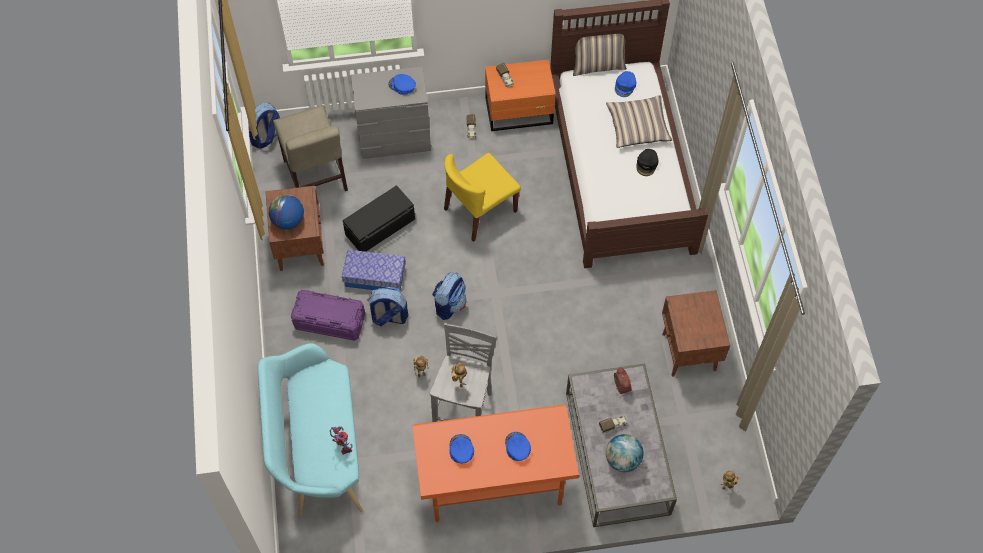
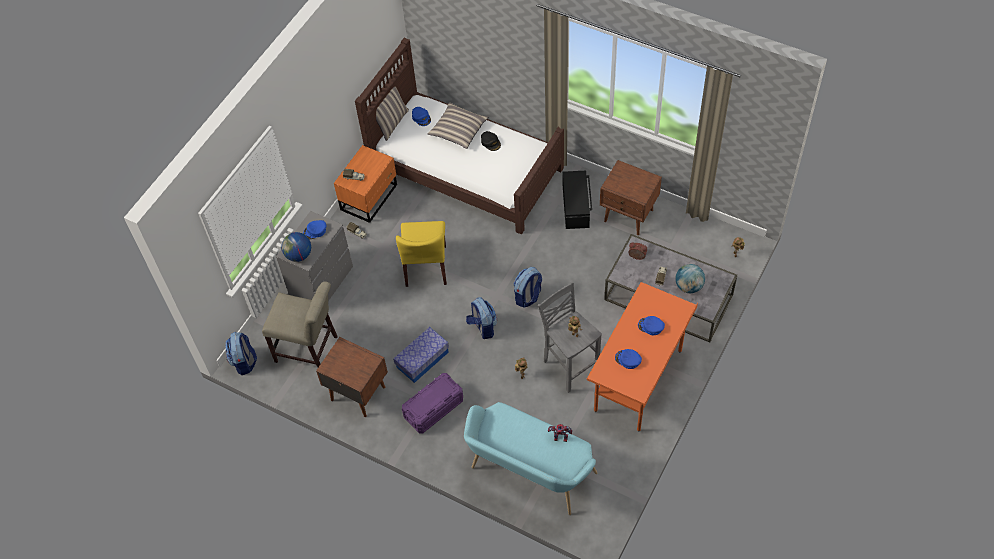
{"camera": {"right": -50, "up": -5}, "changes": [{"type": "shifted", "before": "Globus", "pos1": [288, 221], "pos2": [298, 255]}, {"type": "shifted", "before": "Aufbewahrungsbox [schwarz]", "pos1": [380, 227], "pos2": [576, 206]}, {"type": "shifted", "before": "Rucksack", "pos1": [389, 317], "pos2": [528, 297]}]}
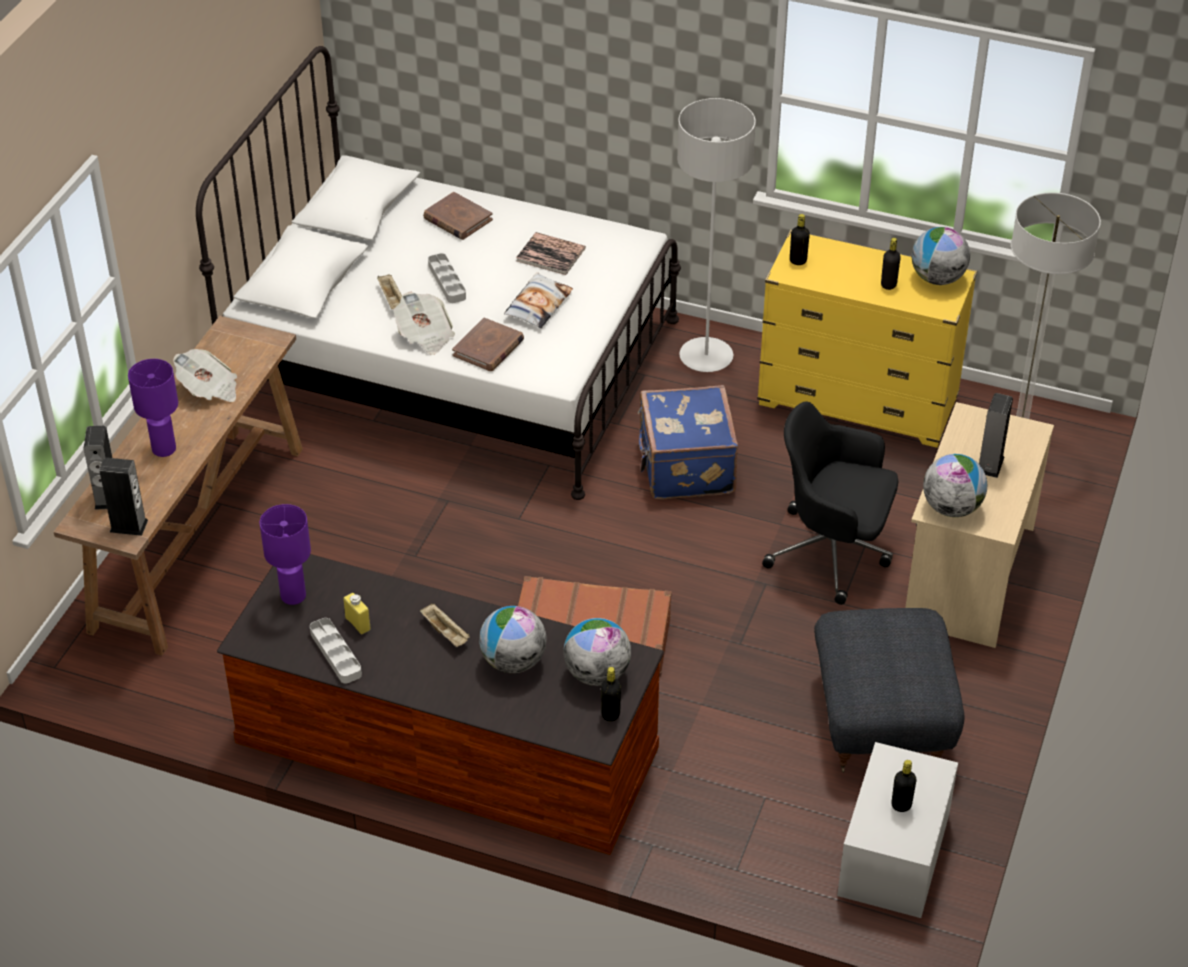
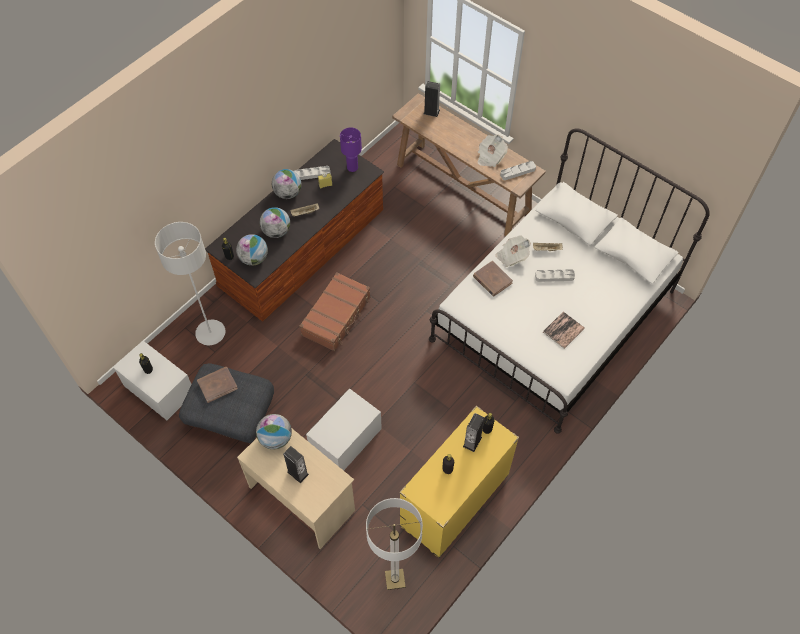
{"camera": {"right": 110, "up": 15}, "changes": [{"type": "shifted", "before": "Lautsprecher", "pos1": [128, 526], "pos2": [472, 441]}, {"type": "gone", "before": "Tischlampe [lila]", "pos1": [164, 449]}, {"type": "shifted", "before": "Buch [braun]", "pos1": [457, 219], "pos2": [217, 385]}, {"type": "gone", "before": "Kissen", "pos1": [538, 305]}, {"type": "gone", "before": "Koffer [blau]", "pos1": [684, 467]}, {"type": "shifted", "before": "Stehlampe [grau]", "pos1": [706, 357], "pos2": [210, 333]}, {"type": "swapped", "before": "Bürostuhl [schwarz]", "after": "Aufbewahrungsbox [weiß]", "pos1": [832, 552], "pos2": [346, 439]}, {"type": "shifted", "before": "Globus", "pos1": [937, 278], "pos2": [288, 193]}, {"type": "new", "after": "Tablett [grau]", "pos2": [517, 172]}]}
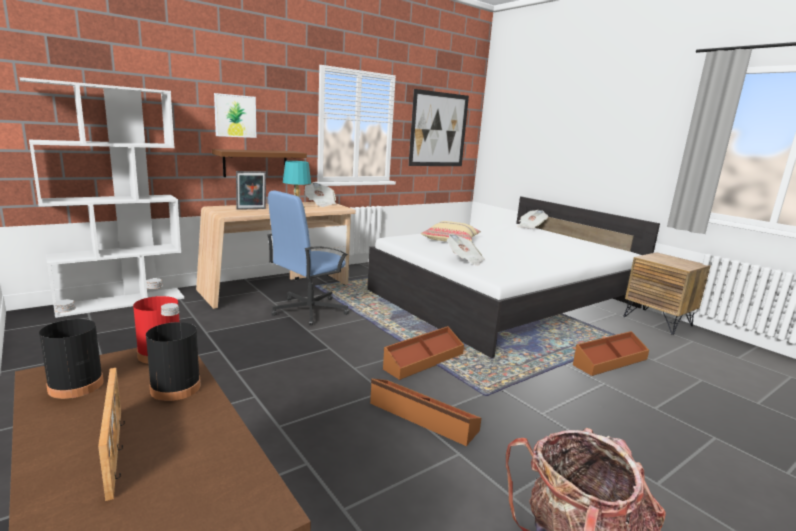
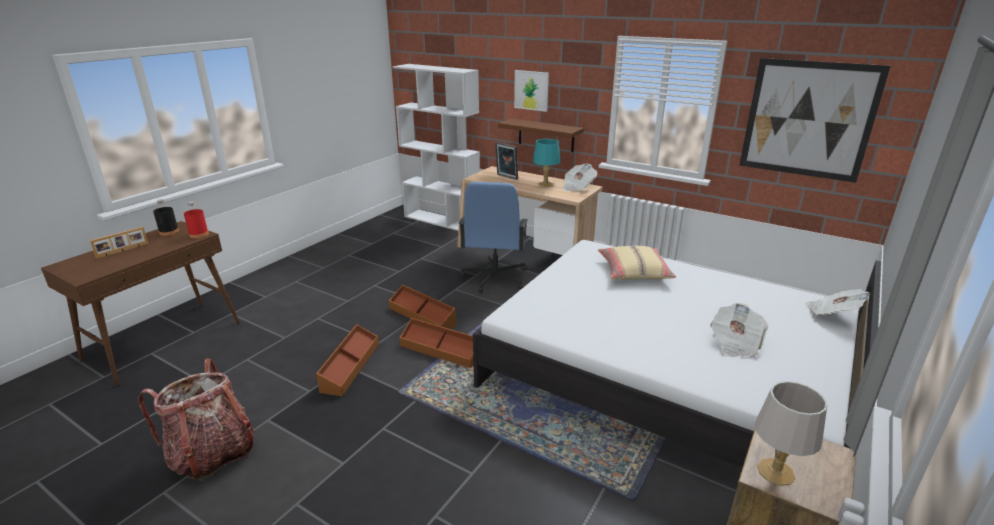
{"camera": {"right": 70, "up": 10}, "changes": [{"type": "gone", "before": "Flasche [schwarz]", "pos1": [175, 388]}, {"type": "rotated", "before": "Bürostuhl [blau]", "pos1": [308, 310], "pos2": [494, 278], "turn": -105}, {"type": "shifted", "before": "Zeitung", "pos1": [464, 260], "pos2": [735, 343]}, {"type": "shifted", "before": "Aufbewahrungsbox [braun]", "pos1": [609, 361], "pos2": [422, 316]}, {"type": "new", "after": "Tischlampe [grau]", "pos2": [776, 472]}]}
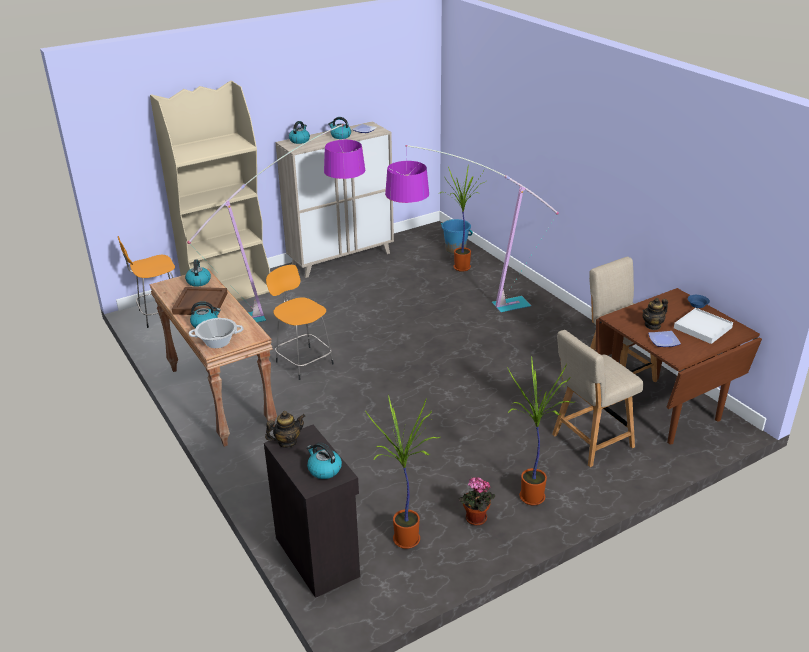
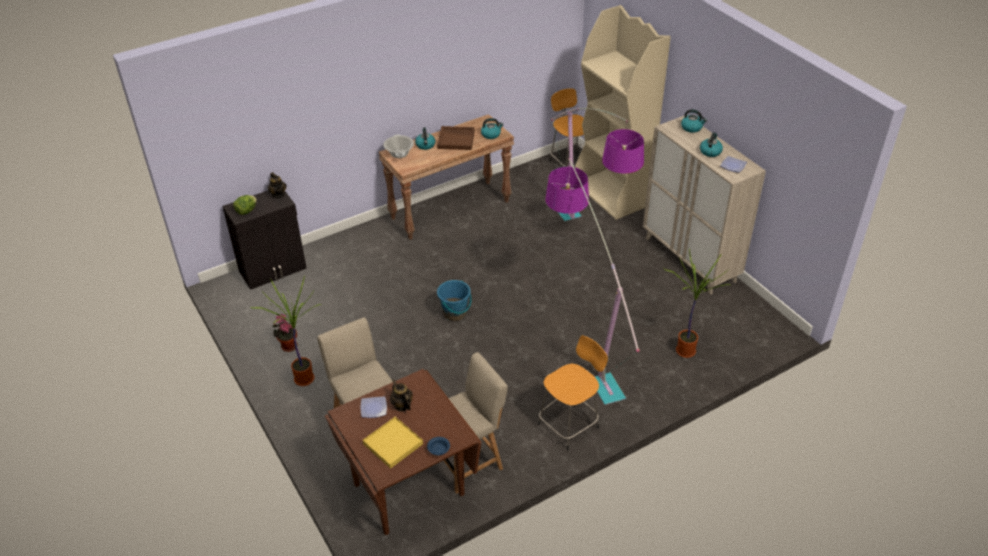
{"camera": {"right": 90, "up": 10}, "changes": [{"type": "shifted", "before": "Hocker [orange]", "pos1": [303, 362], "pos2": [570, 424]}, {"type": "swapped", "before": "Wasserkessel", "after": "Salatkopf", "pos1": [324, 469], "pos2": [246, 211]}, {"type": "gone", "before": "Topfpflanze", "pos1": [407, 541]}, {"type": "shifted", "before": "Eimer [blau]", "pos1": [455, 249], "pos2": [455, 313]}, {"type": "repainted", "before": "Tablett [weiß]", "after": "Tablett [gelb]", "pos1": [703, 328], "pos2": [393, 444]}]}
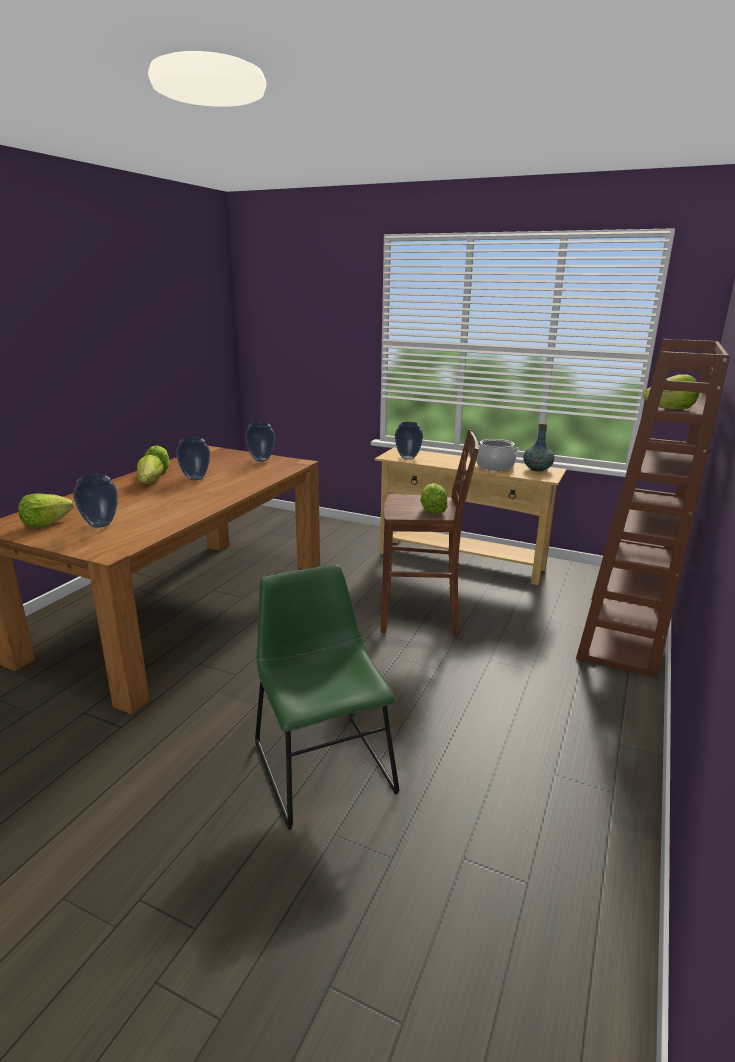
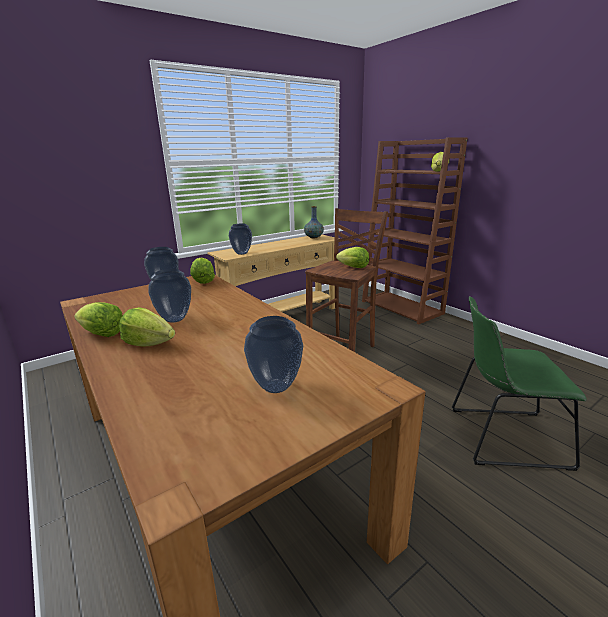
{"camera": {"right": -60, "up": 0}, "changes": [{"type": "shifted", "before": "Salatkopf", "pos1": [46, 523], "pos2": [203, 281]}, {"type": "gone", "before": "Kochtopf", "pos1": [494, 466]}]}
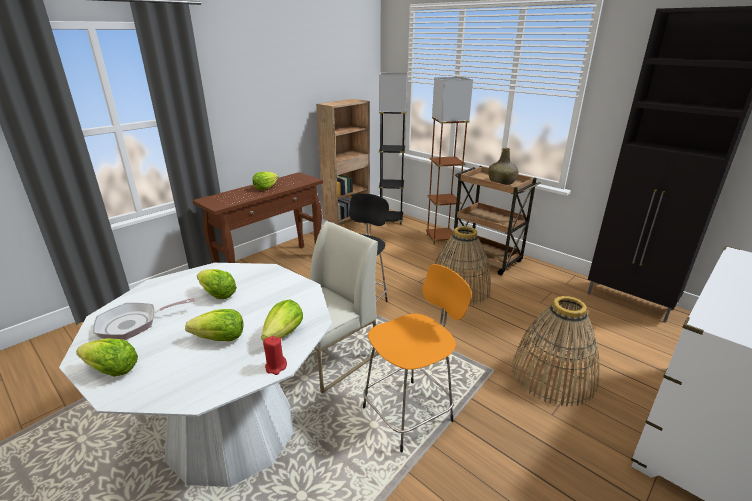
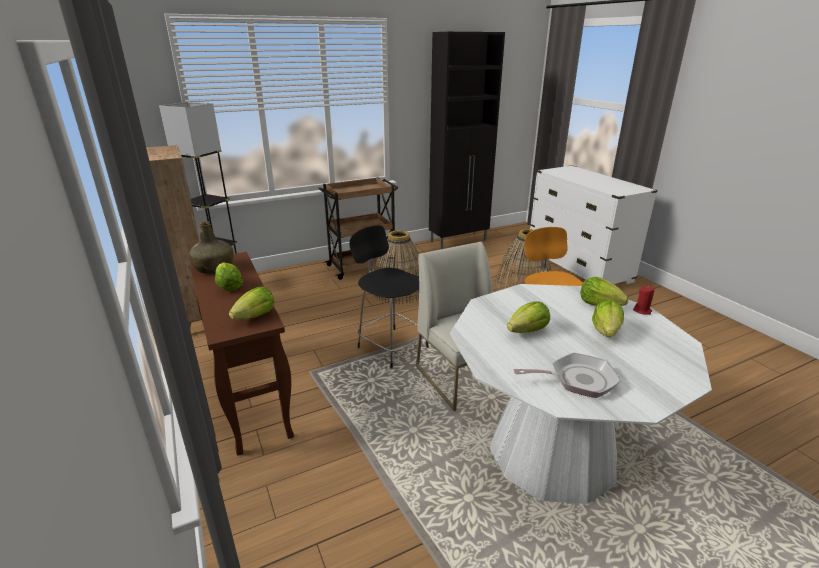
{"camera": {"right": -70, "up": 0}, "changes": [{"type": "shifted", "before": "Salatkopf", "pos1": [112, 370], "pos2": [256, 316]}, {"type": "rotated", "before": "Pfanne", "pos1": [133, 324], "pos2": [578, 380], "turn": -90}, {"type": "gone", "before": "Stehlampe [braun]", "pos1": [441, 238]}, {"type": "shifted", "before": "Flasche [grün]", "pos1": [502, 182], "pos2": [214, 268]}]}
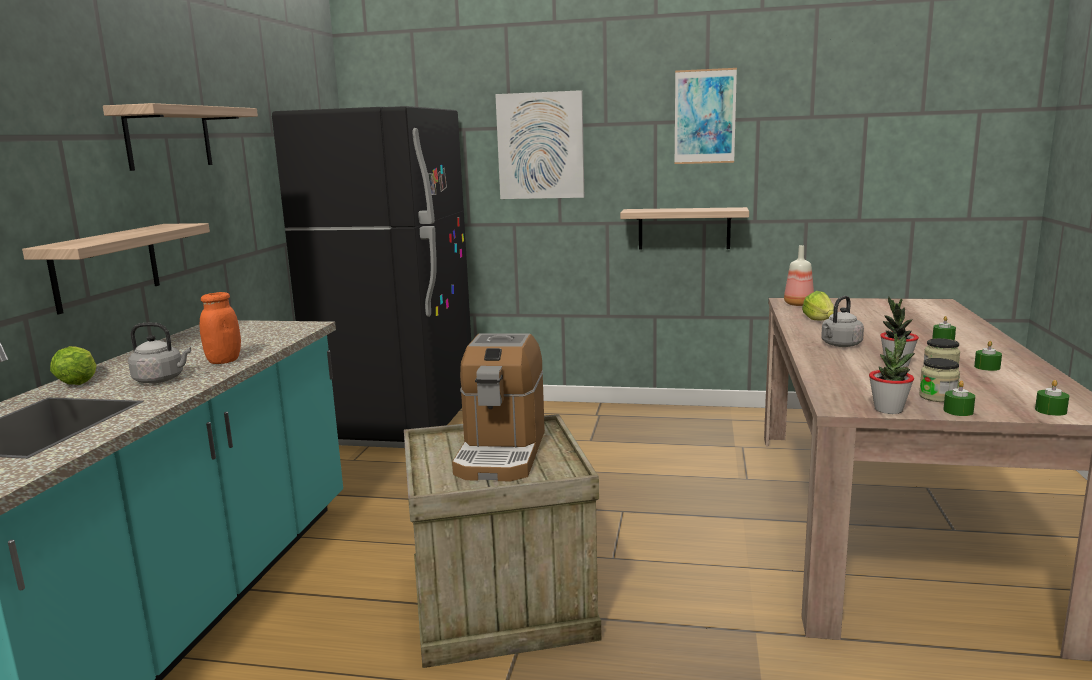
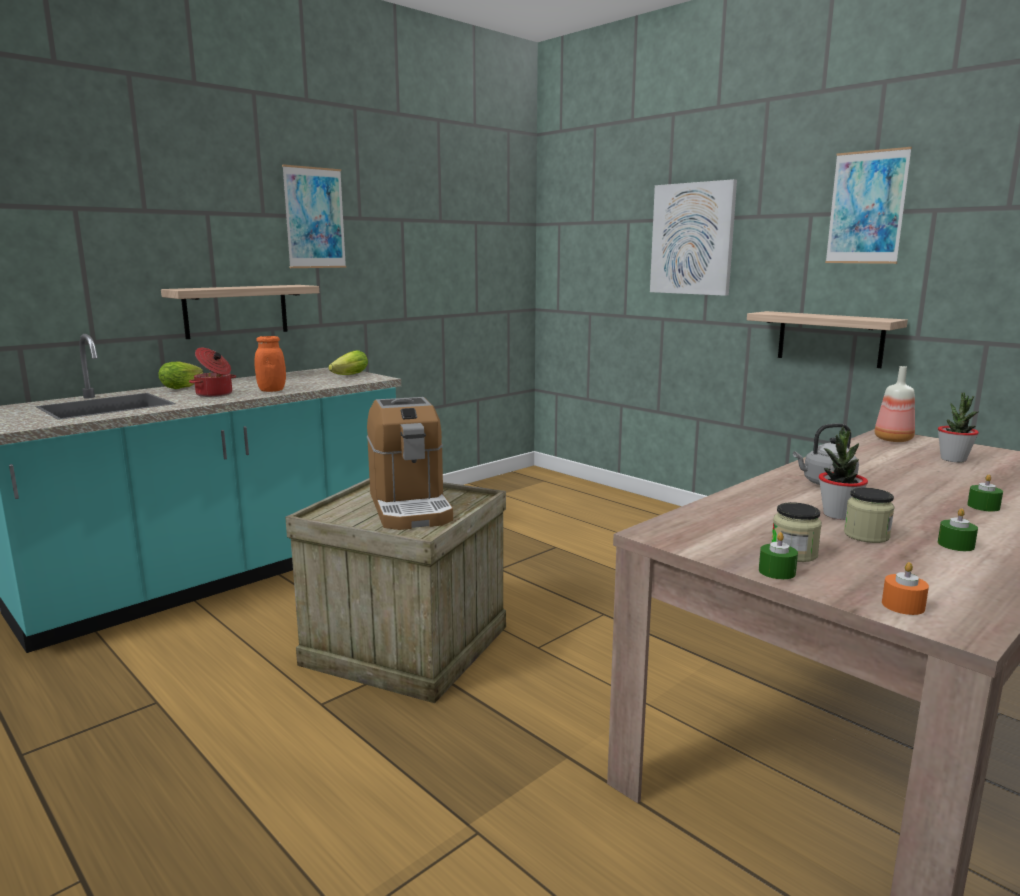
{"camera": {"right": 35, "up": 0}, "changes": [{"type": "swapped", "before": "Wandregal", "after": "Bild", "pos1": [169, 138], "pos2": [314, 218]}, {"type": "swapped", "before": "Wasserkessel [grau]", "after": "Kochtopf", "pos1": [161, 380], "pos2": [215, 394]}, {"type": "gone", "before": "Kühlschrank [schwarz]", "pos1": [398, 422]}, {"type": "rotated", "before": "Kaffeemaschine", "pos1": [501, 452], "pos2": [410, 507], "turn": -60}, {"type": "shifted", "before": "Salatkopf", "pos1": [819, 320], "pos2": [347, 375]}, {"type": "shifted", "before": "Topfpflanze", "pos1": [888, 410], "pos2": [953, 459]}, {"type": "repainted", "before": "Kerze [grün]", "after": "Kerze [orange]", "pos1": [1050, 411], "pos2": [903, 605]}]}
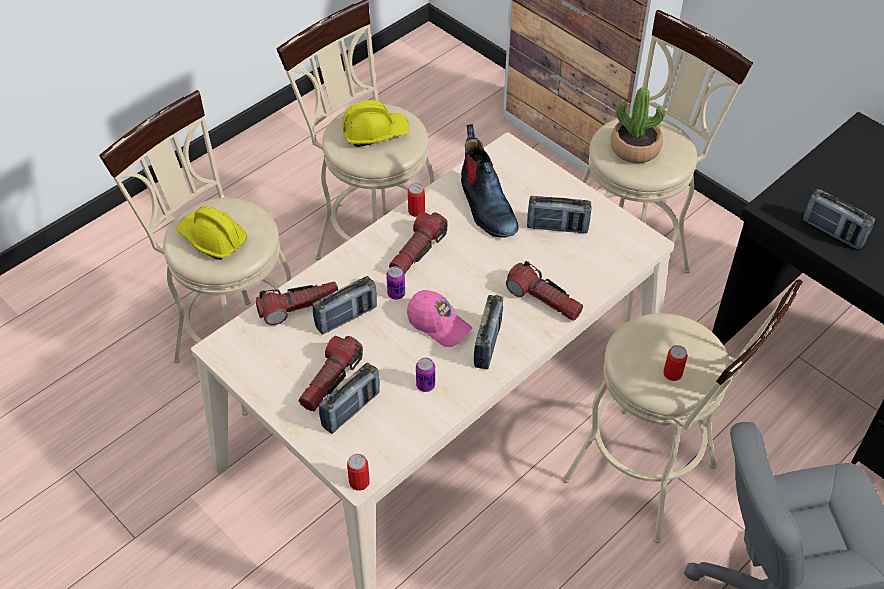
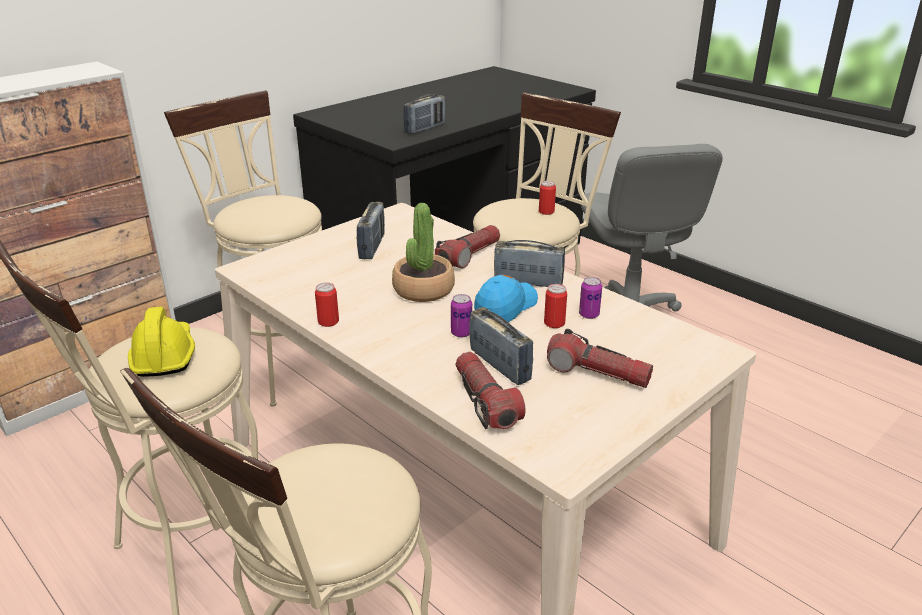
{"camera": {"right": -90, "up": -20}, "changes": [{"type": "gone", "before": "Schutzhelm [gelb]", "pos1": [212, 239]}, {"type": "gone", "before": "Radio", "pos1": [351, 410]}, {"type": "shifted", "before": "Dose", "pos1": [359, 482], "pos2": [554, 323]}, {"type": "gone", "before": "Taschenlampe", "pos1": [417, 251]}, {"type": "repainted", "before": "Kappe [rosa]", "after": "Kappe [blau]", "pos1": [438, 324], "pos2": [505, 308]}, {"type": "gone", "before": "Stiefel", "pos1": [486, 206]}, {"type": "shifted", "before": "Topfpflanze", "pos1": [635, 148], "pos2": [423, 289]}]}
